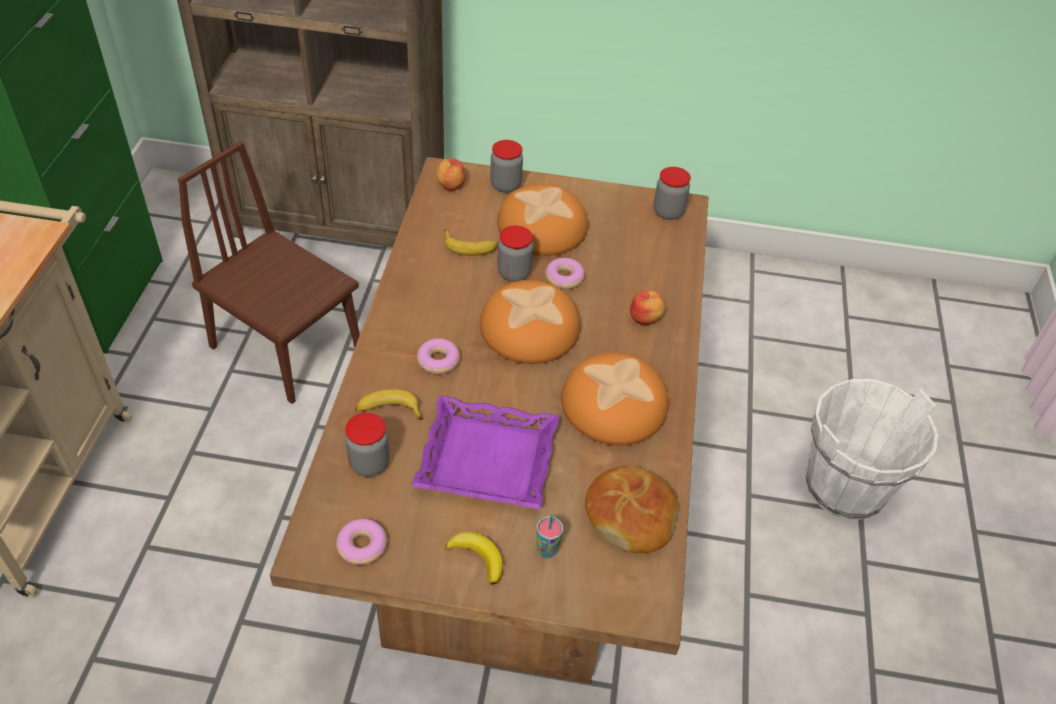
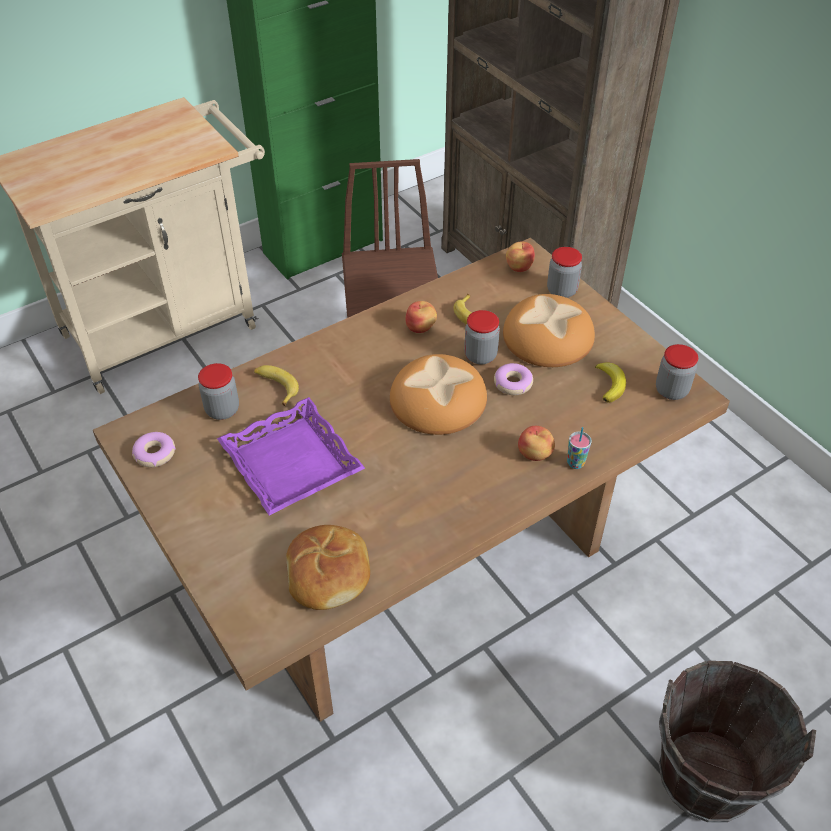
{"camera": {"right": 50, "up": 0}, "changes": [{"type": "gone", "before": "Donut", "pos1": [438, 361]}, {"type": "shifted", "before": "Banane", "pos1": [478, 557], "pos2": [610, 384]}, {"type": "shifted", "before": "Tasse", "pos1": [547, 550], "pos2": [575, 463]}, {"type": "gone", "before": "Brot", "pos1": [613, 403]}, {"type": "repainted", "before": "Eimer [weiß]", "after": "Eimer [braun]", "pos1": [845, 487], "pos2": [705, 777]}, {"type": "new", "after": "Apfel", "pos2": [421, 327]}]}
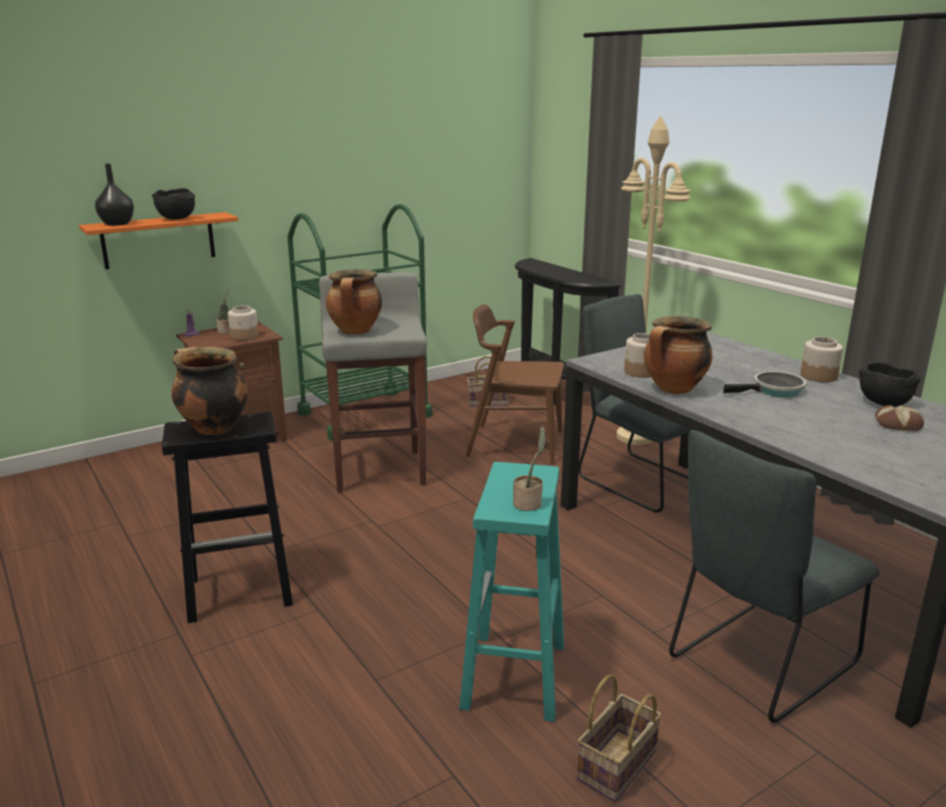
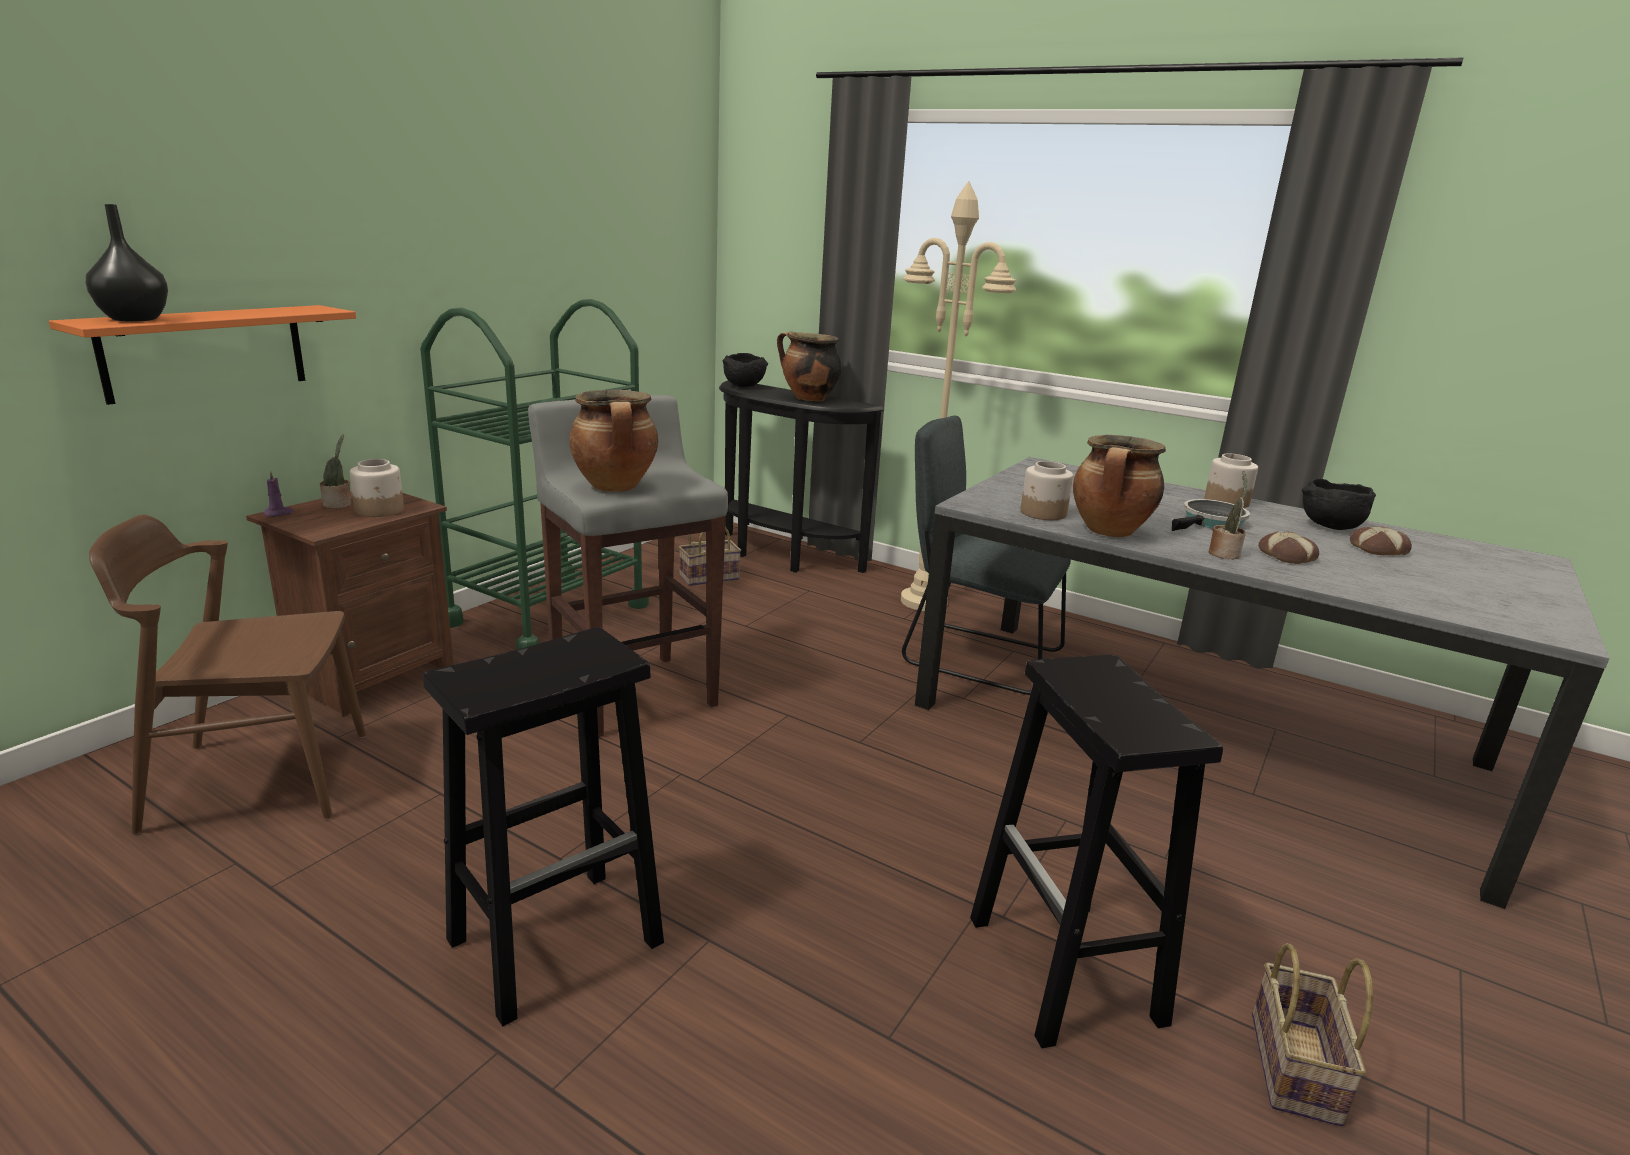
{"camera": {"right": -25, "up": 0}, "changes": [{"type": "shifted", "before": "Schüssel [schwarz]", "pos1": [178, 219], "pos2": [744, 386]}, {"type": "shifted", "before": "Kochtopf", "pos1": [212, 428], "pos2": [808, 398]}, {"type": "repainted", "before": "Hocker [türkis]", "after": "Hocker [schwarz]", "pos1": [514, 677], "pos2": [1066, 972]}, {"type": "shifted", "before": "Stuhl [braun]", "pos1": [515, 444], "pos2": [258, 780]}, {"type": "shifted", "before": "Topfpflanze", "pos1": [529, 503], "pos2": [1224, 553]}, {"type": "gone", "before": "Stuhl [grau]", "pos1": [757, 664]}, {"type": "new", "after": "Brot", "pos2": [1287, 556]}]}
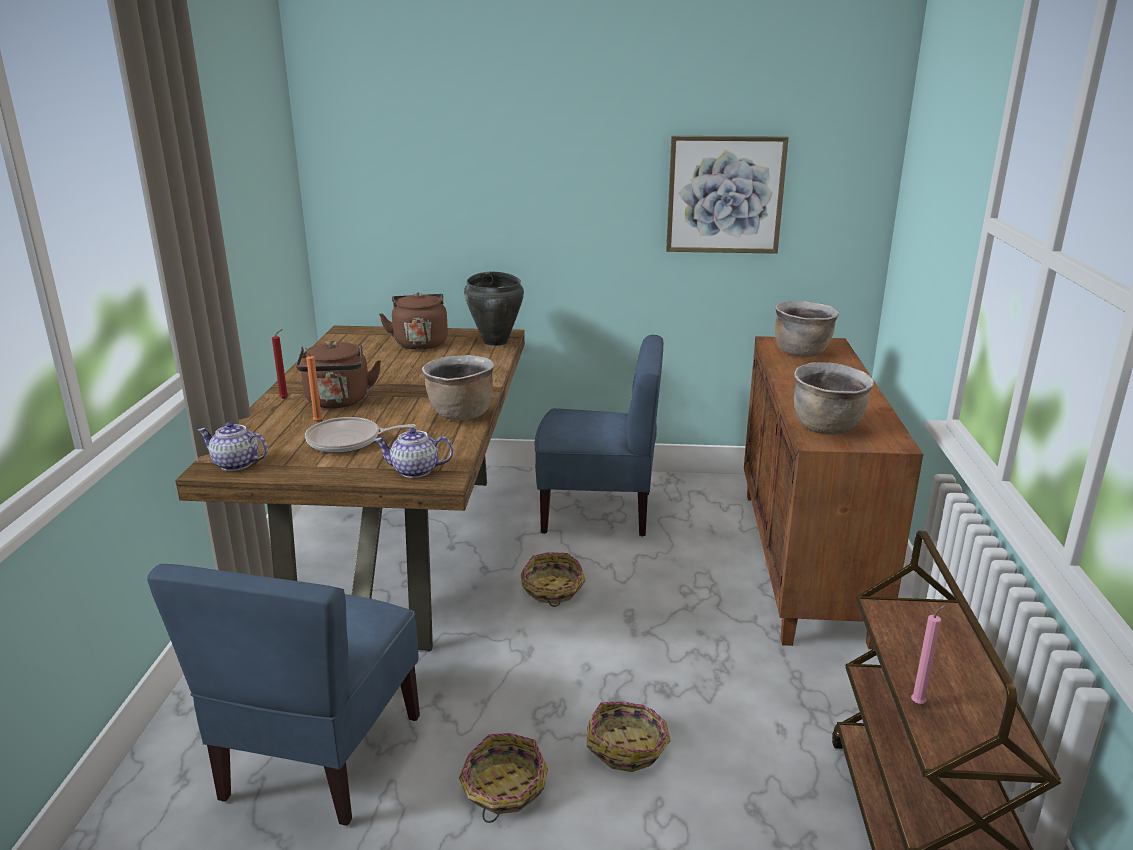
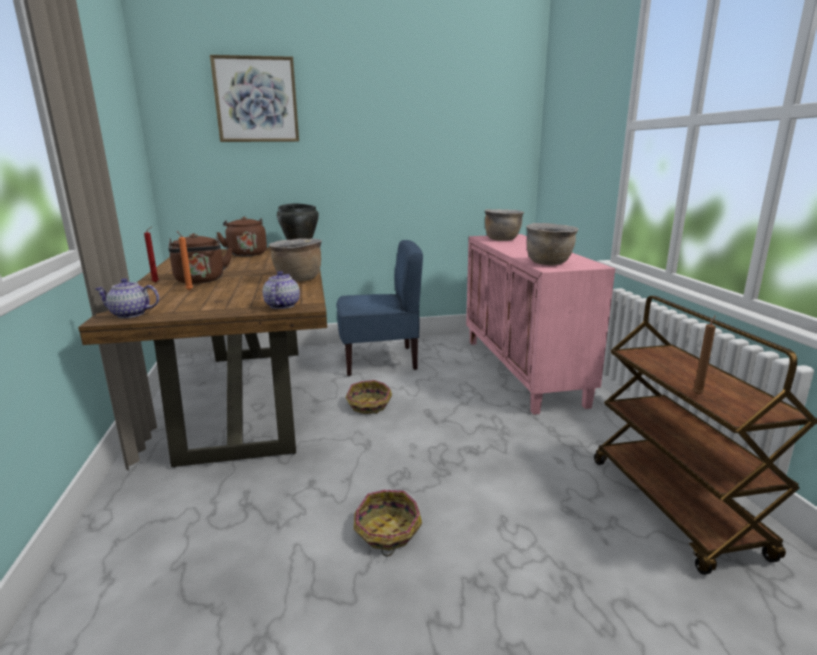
{"camera": {"right": -15, "up": -5}, "changes": [{"type": "gone", "before": "Stuhl [blau]", "pos1": [320, 757]}, {"type": "gone", "before": "Pfanne", "pos1": [348, 441]}, {"type": "rotated", "before": "Teekanne", "pos1": [414, 471], "pos2": [282, 305], "turn": 105}, {"type": "gone", "before": "Korb", "pos1": [628, 747]}, {"type": "shifted", "before": "Bild", "pos1": [725, 195], "pos2": [256, 100]}, {"type": "repainted", "before": "Schrank [braun]", "after": "Schrank [rosa]", "pos1": [805, 563], "pos2": [523, 371]}, {"type": "repainted", "before": "Kerze [rosa]", "after": "Kerze [braun]", "pos1": [919, 703], "pos2": [698, 394]}]}
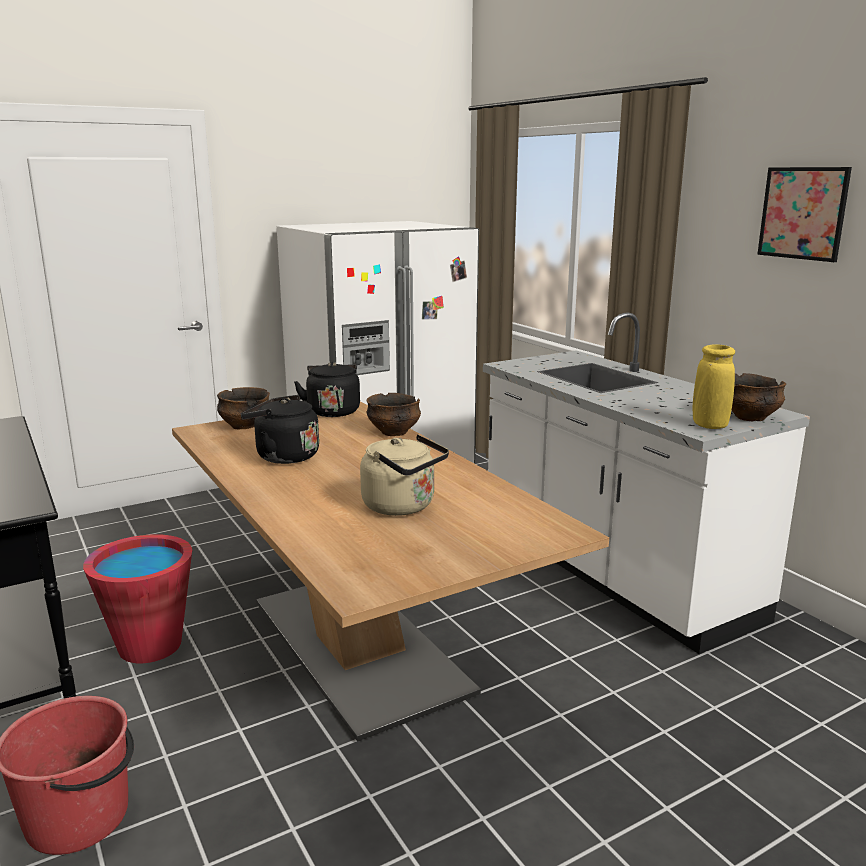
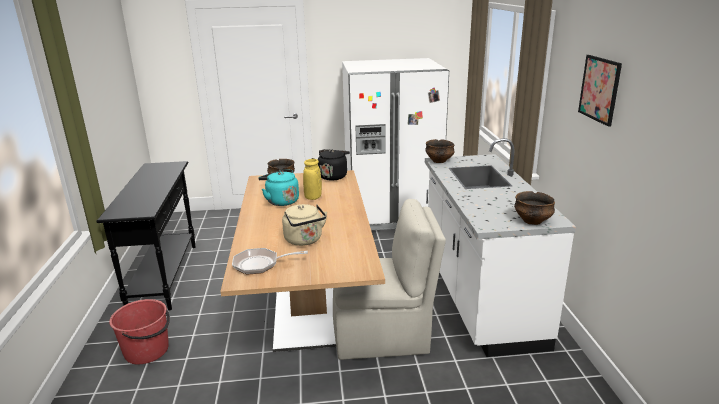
{"camera": {"right": 25, "up": 5}, "changes": [{"type": "gone", "before": "Eimer [rot]", "pos1": [150, 645]}, {"type": "repainted", "before": "Wasserkessel [schwarz]", "after": "Wasserkessel [türkis]", "pos1": [283, 456], "pos2": [281, 201]}, {"type": "shifted", "before": "Schüssel", "pos1": [394, 432], "pos2": [439, 161]}, {"type": "shifted", "before": "Vase [gelb]", "pos1": [709, 425], "pos2": [313, 197]}, {"type": "new", "after": "Pfanne", "pos2": [260, 264]}, {"type": "new", "after": "Stuhl [beige]", "pos2": [383, 335]}]}
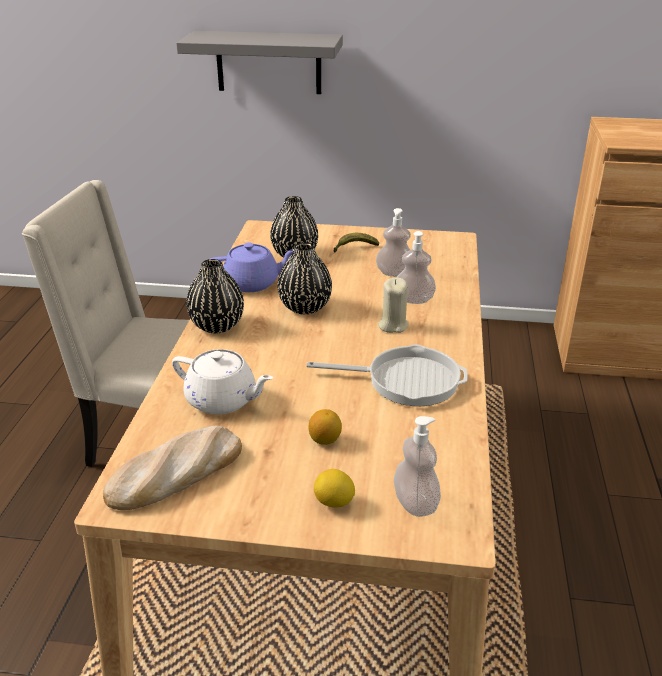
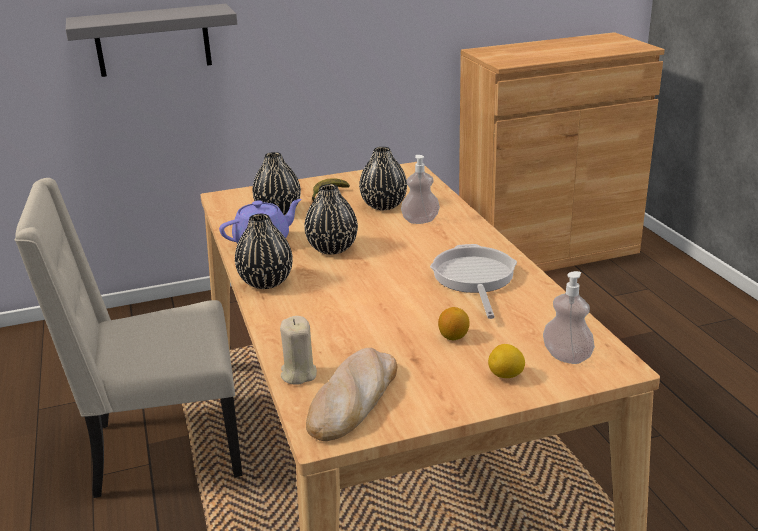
{"camera": {"right": -25, "up": -5}, "changes": [{"type": "gone", "before": "Teekanne [weiß]", "pos1": [223, 400]}, {"type": "rotated", "before": "Pfanne", "pos1": [406, 380], "pos2": [474, 278], "turn": -75}, {"type": "swapped", "before": "Seifenspender", "after": "Vase [schwarz]", "pos1": [394, 273], "pos2": [384, 205]}, {"type": "shifted", "before": "Kerze [beige]", "pos1": [393, 325], "pos2": [298, 374]}]}
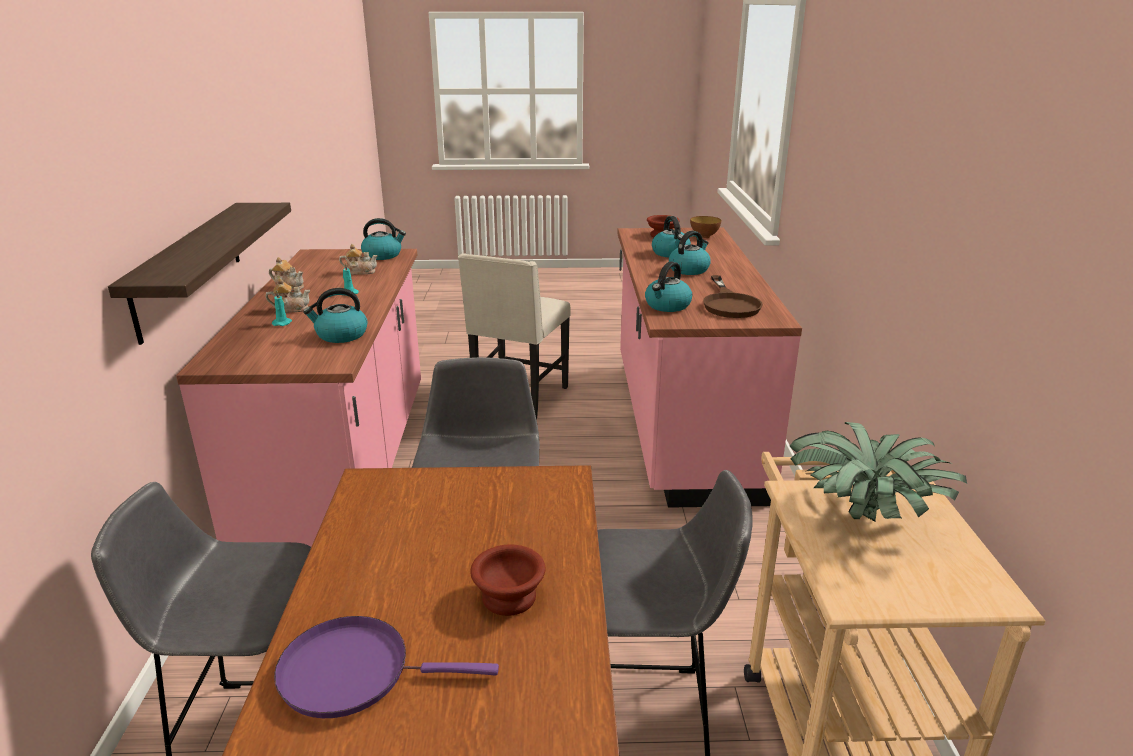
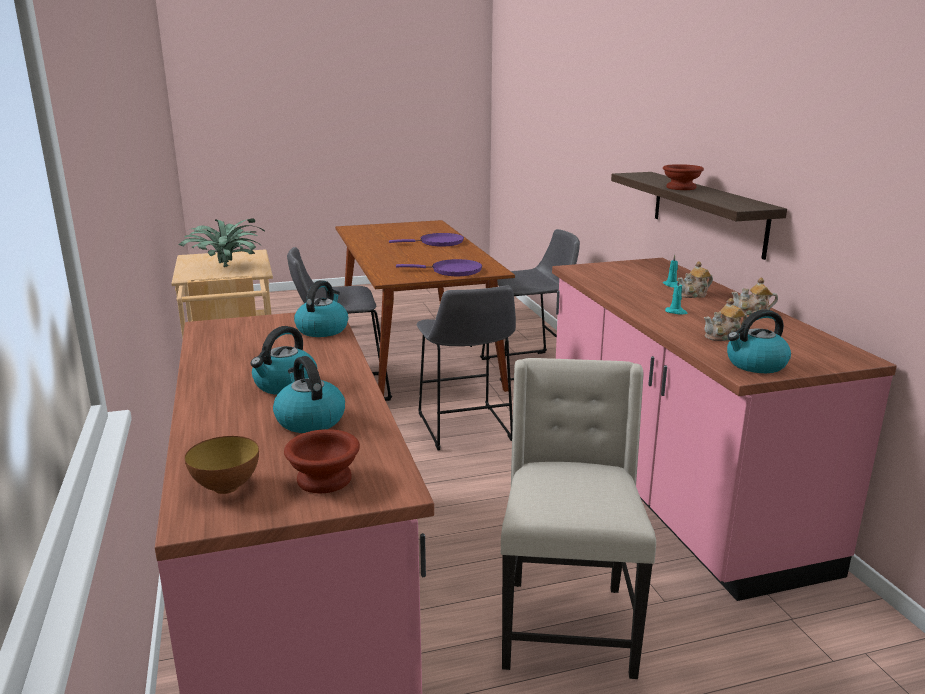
{"camera": {"right": 165, "up": -5}, "changes": [{"type": "gone", "before": "Wasserkessel", "pos1": [341, 335]}, {"type": "shifted", "before": "Schüssel [braun]", "pos1": [511, 597], "pos2": [679, 188]}, {"type": "gone", "before": "Pfanne [braun]", "pos1": [729, 304]}, {"type": "new", "after": "Pfanne [lila]", "pos2": [453, 271]}]}
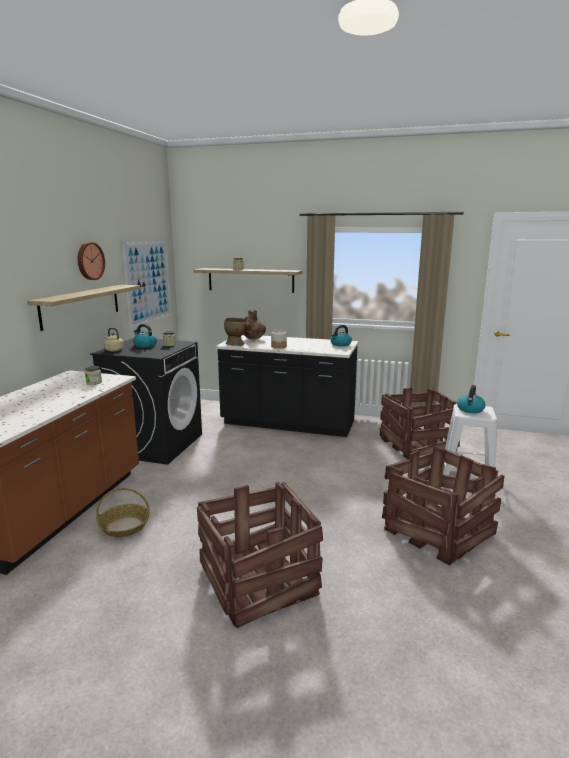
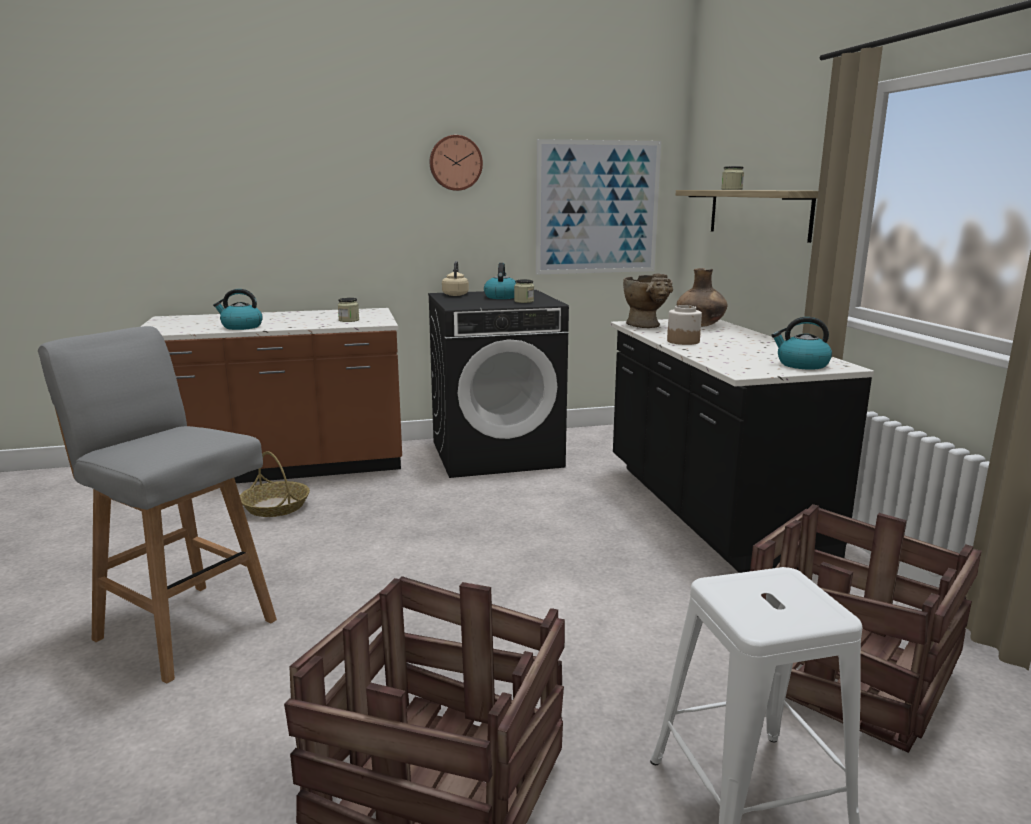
{"camera": {"right": 60, "up": 0}, "changes": [{"type": "gone", "before": "Wandregal", "pos1": [81, 306]}, {"type": "swapped", "before": "Kiste", "after": "Hocker [grau]", "pos1": [258, 581], "pos2": [184, 628]}, {"type": "shifted", "before": "Wasserkessel", "pos1": [470, 410], "pos2": [241, 327]}]}
